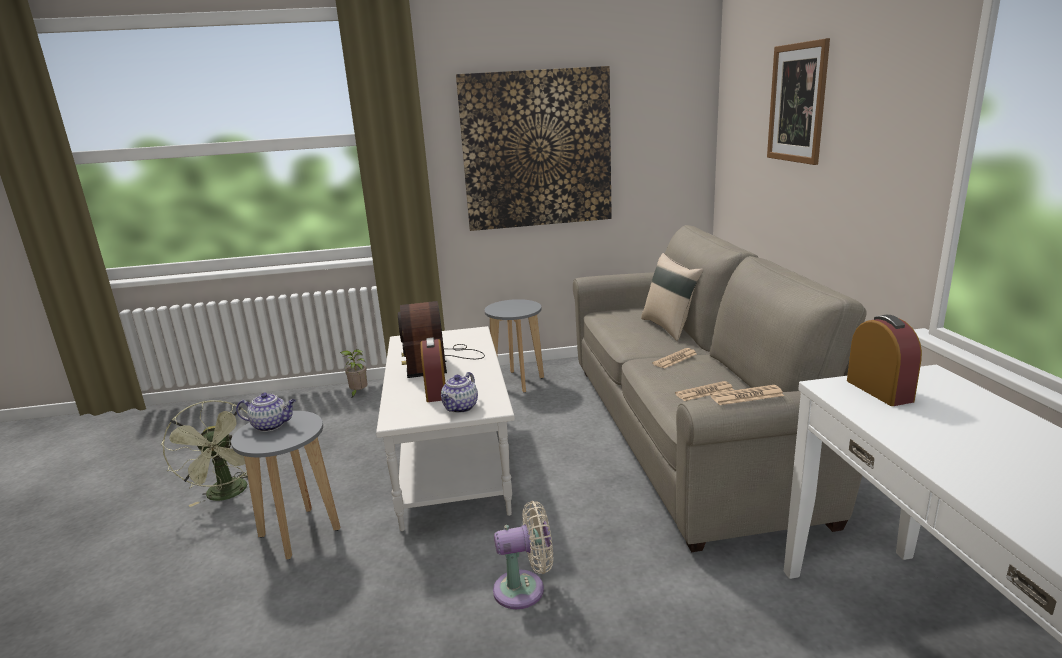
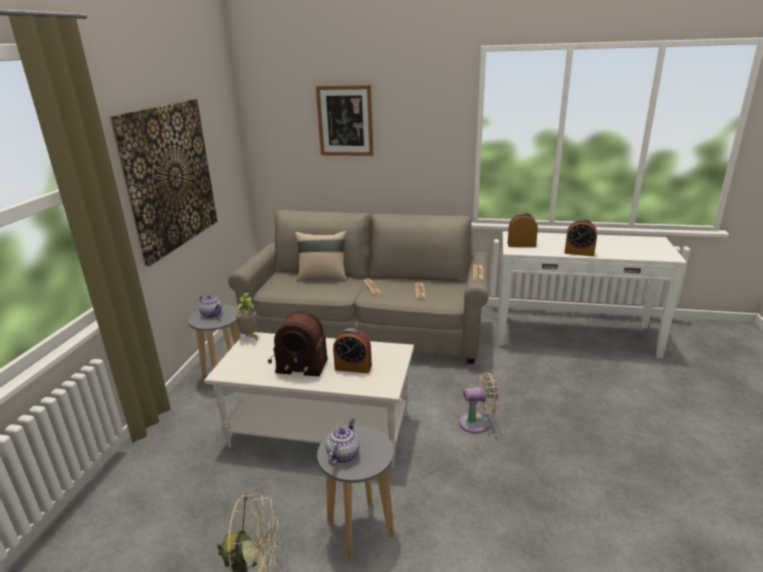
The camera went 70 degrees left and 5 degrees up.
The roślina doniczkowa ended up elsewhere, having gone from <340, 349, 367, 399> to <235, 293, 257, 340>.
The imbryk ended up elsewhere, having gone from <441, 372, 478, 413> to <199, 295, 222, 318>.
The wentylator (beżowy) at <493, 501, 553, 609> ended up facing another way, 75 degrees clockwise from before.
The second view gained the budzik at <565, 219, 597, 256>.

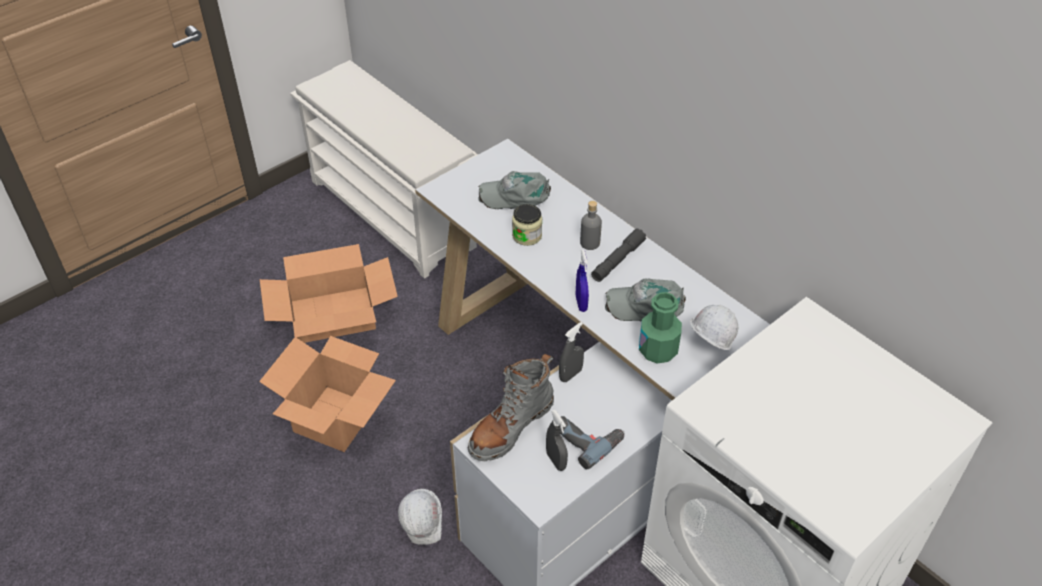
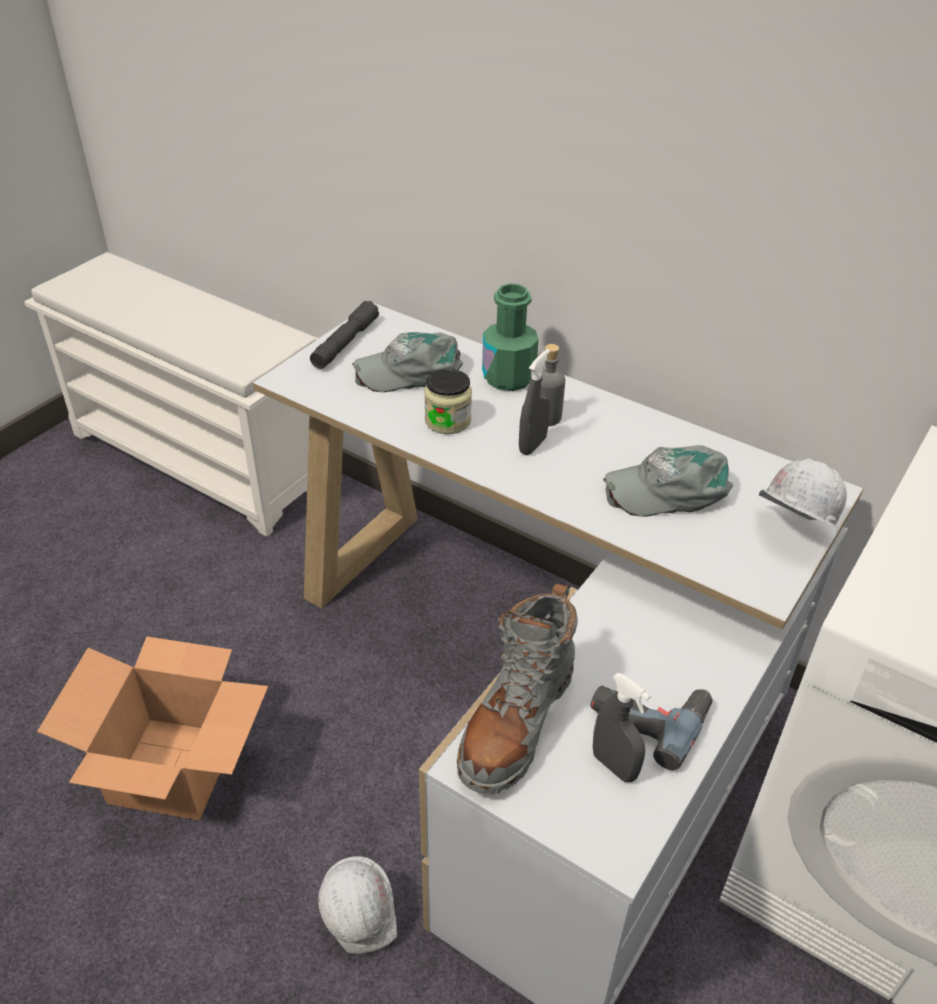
The camera went 15 degrees left and 5 degrees down.
The latarka (szary) ended up elsewhere, having gone from <591, 228, 646, 282> to <310, 301, 379, 369>.
The second view lost the karton at <260, 244, 398, 343>.
The second view lost the spryskiwacz (niebieski) at <576, 250, 589, 312>.
The butelka (zielony) ended up elsewhere, having gone from <639, 292, 682, 364> to <482, 283, 539, 391>.
The spryskiwacz (szary) ended up elsewhere, having gone from <559, 322, 584, 382> to <519, 349, 550, 455>.

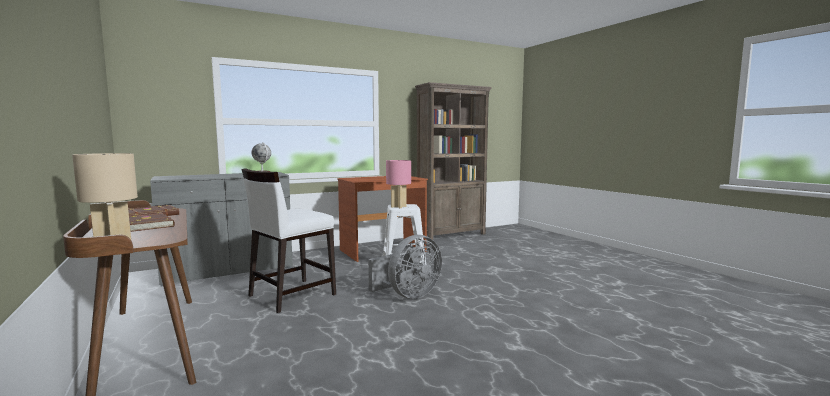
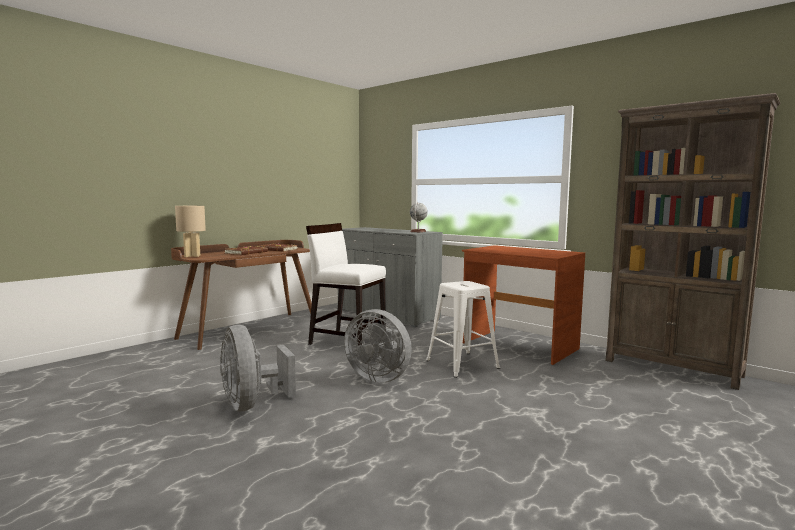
The camera went 70 degrees right and 0 degrees up.
The second view lost the lampa stołowa (różowy) at <386, 160, 411, 208>.
The second view gained the wentylator (szary) at <220, 325, 296, 411>.

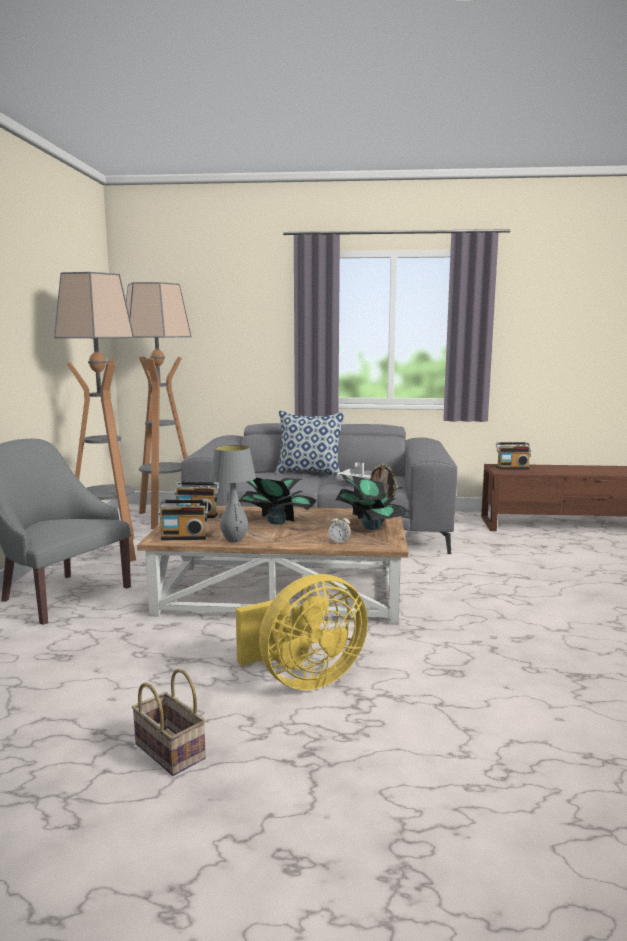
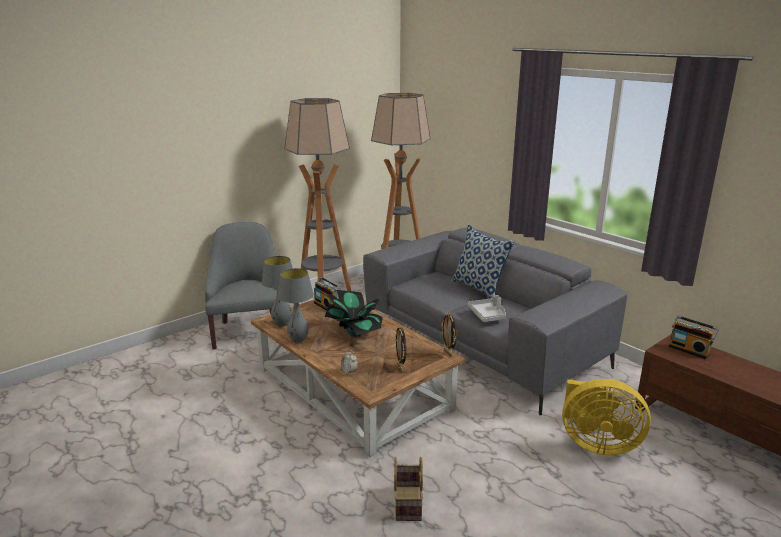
The camera went 45 degrees right and 10 degrees up.
Where the roślina doniczkowa stood at <335, 474, 407, 530>, the ramka na zdjęcie came to stand at <395, 326, 406, 372>.
Where the radio stood at <158, 500, 209, 540>, the lampa stołowa (szary) came to stand at <262, 256, 293, 327>.
The wentylator (żółty) ended up elsewhere, having gone from <236, 574, 368, 690> to <562, 379, 651, 455>.
The koszyk ended up elsewhere, having gone from <132, 668, 206, 776> to <394, 456, 423, 521>.

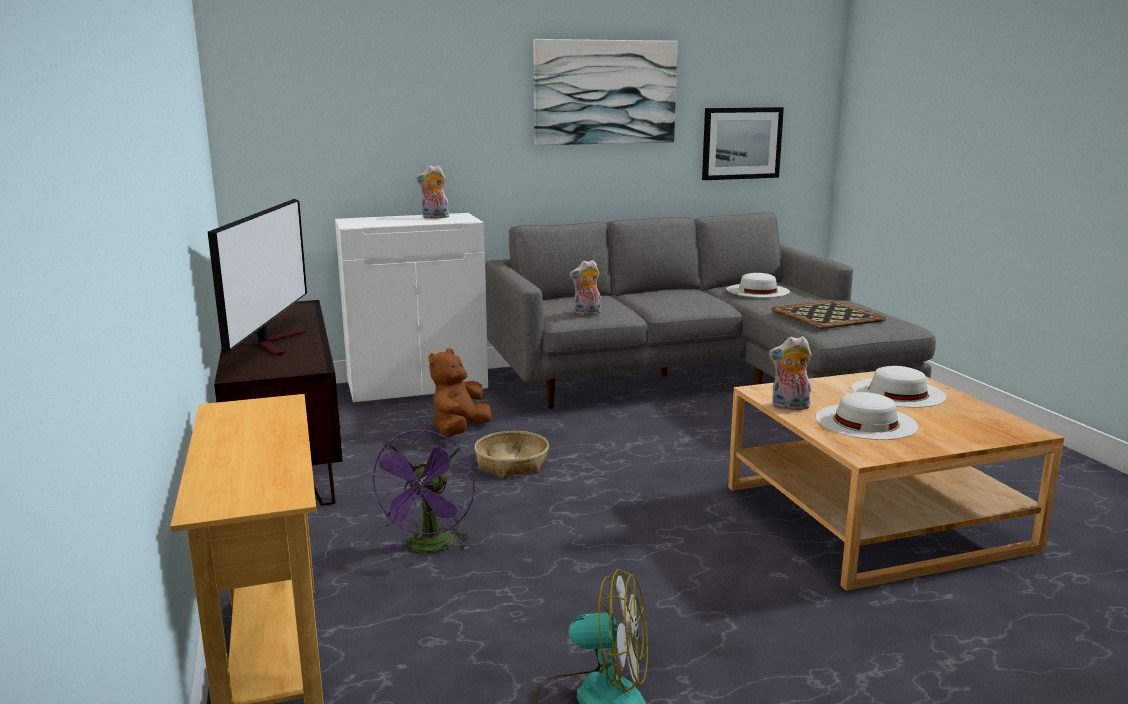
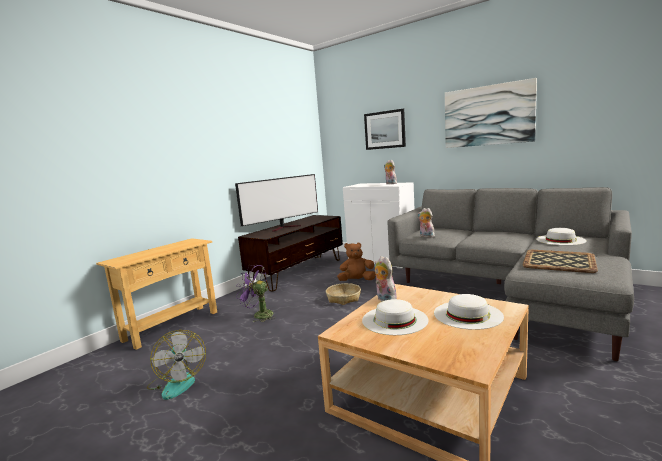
The camera went 55 degrees right and 5 degrees down.
The obraz ended up elsewhere, having gone from <702, 107, 784, 180> to <364, 109, 406, 150>.
The wentylator (fioletowy) at <368, 429, 475, 553> ended up facing another way, 45 degrees clockwise from before.

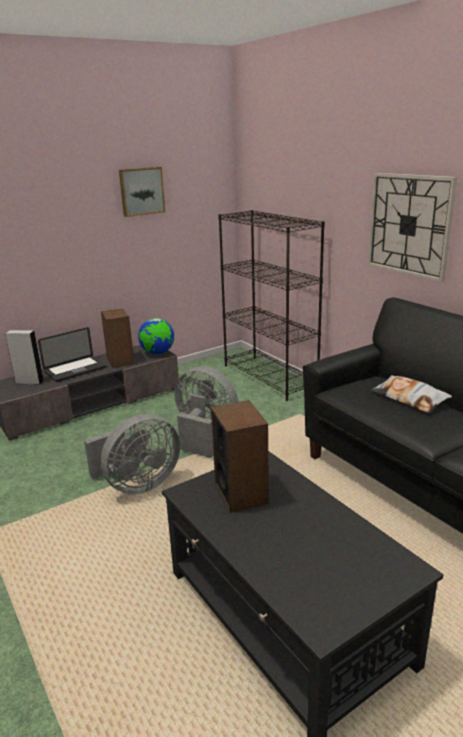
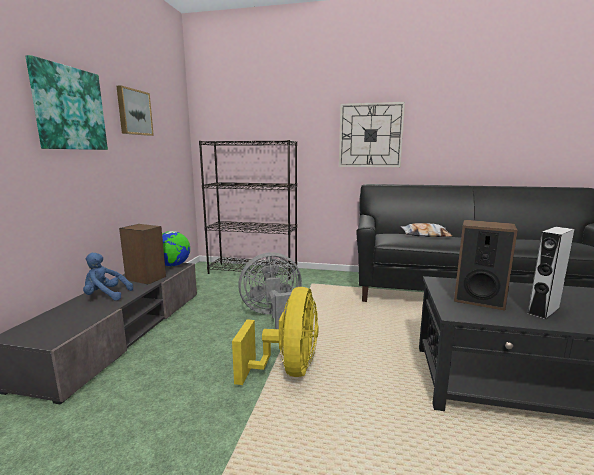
The camera went 45 degrees left and 10 degrees down.
Where the laptop stood at <38, 327, 106, 382>, the pluszak (niebieski) came to stand at <83, 253, 133, 301>.
The głośnik (szary) ended up elsewhere, having gone from <5, 330, 44, 385> to <527, 226, 574, 319>.
What was the wentylator (szary) at <84, 414, 180, 494> turned into the wentylator (żółty) at <232, 287, 319, 385>.
The second view gained the obraz at <26, 55, 108, 150>.

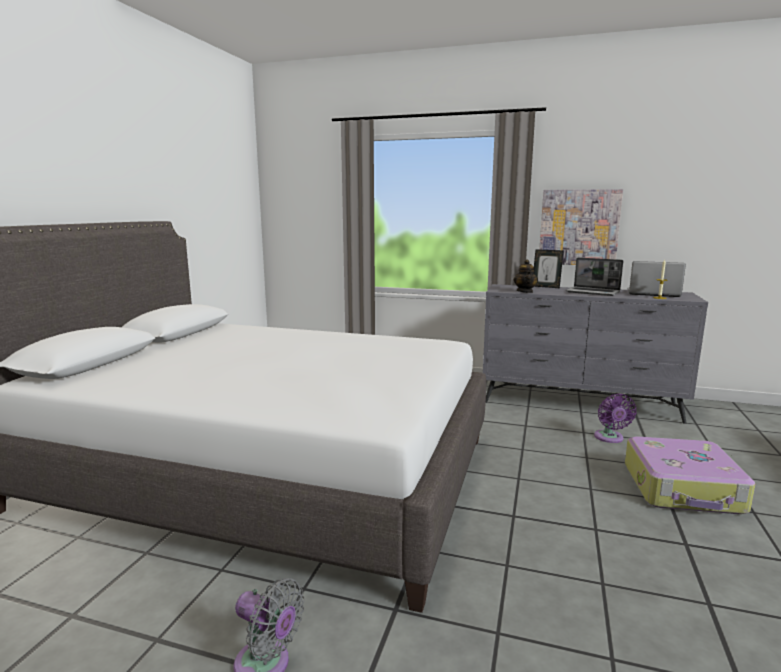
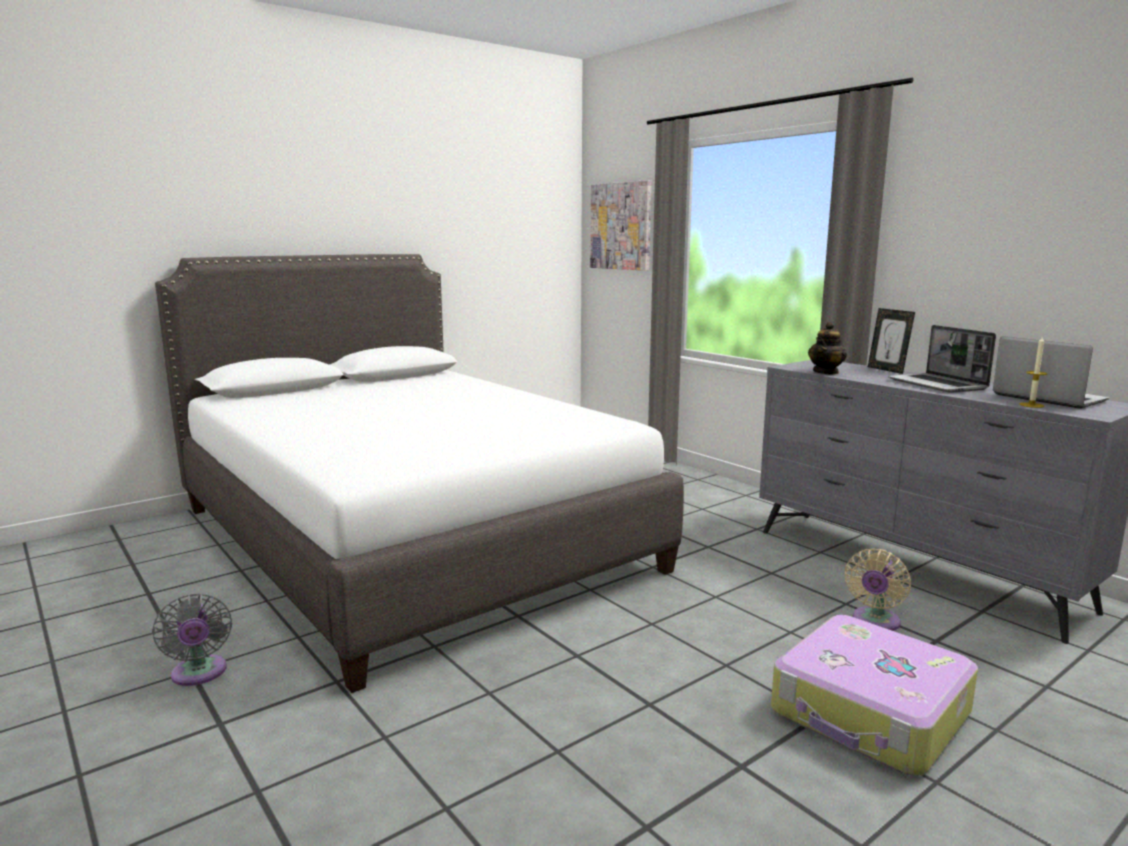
The camera went 35 degrees right and 0 degrees up.
The obraz ended up elsewhere, having gone from <539, 189, 623, 265> to <590, 180, 651, 271>.
What was the wentylator (fioletowy) at <594, 394, 637, 443> turned into the wentylator (beżowy) at <845, 549, 911, 631>.

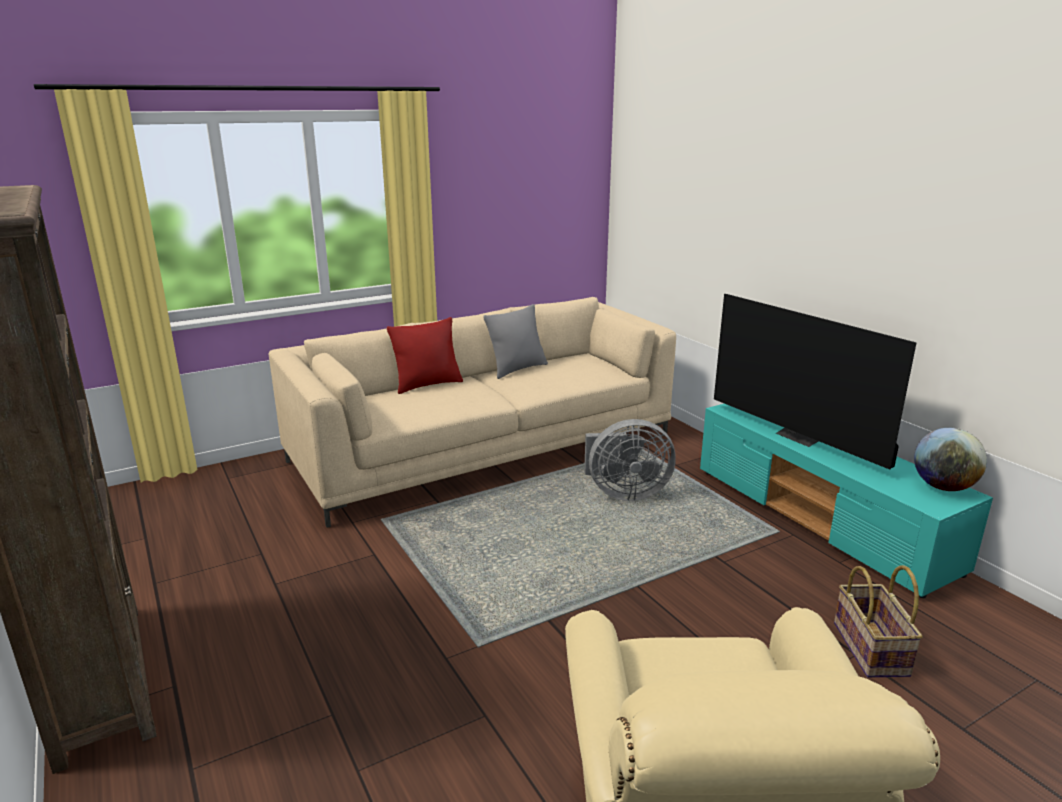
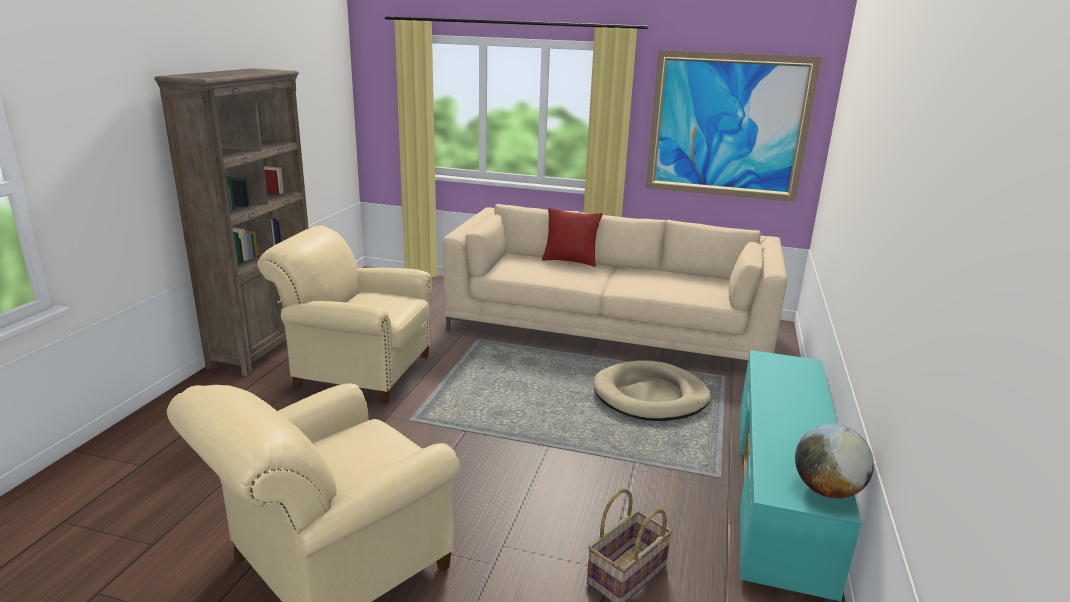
The camera went 45 degrees right and 0 degrees up.
The second view lost the telewizor at <714, 294, 917, 470>.
The second view lost the poduszka (szary) at <483, 304, 548, 379>.
Where the wentylator (szary) stood at <584, 419, 676, 501>, the legowisko (beżowy) came to stand at <594, 360, 711, 421>.
The second view gained the obraz at <646, 50, 821, 202>.
The second view gained the fotel (beżowy) at <258, 225, 432, 404>.

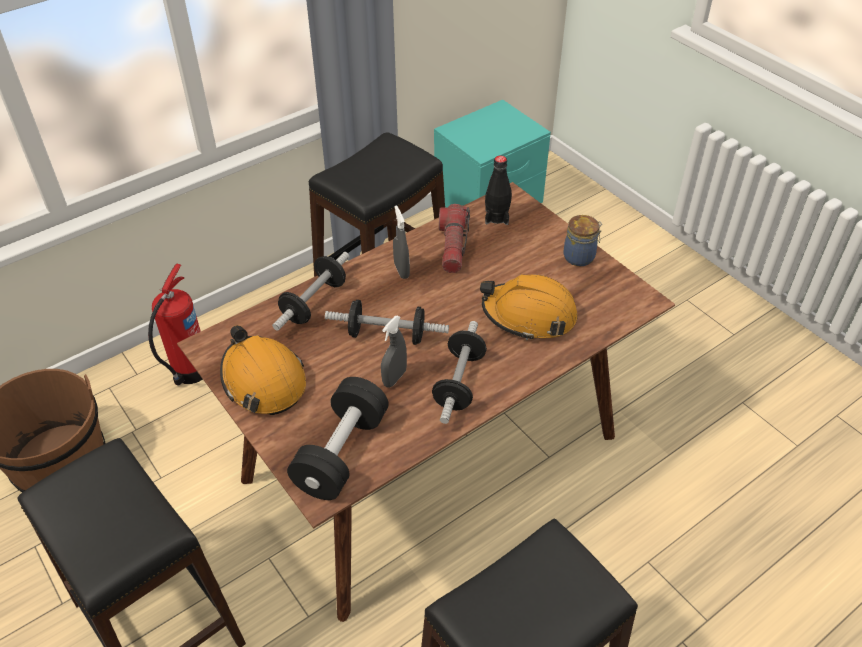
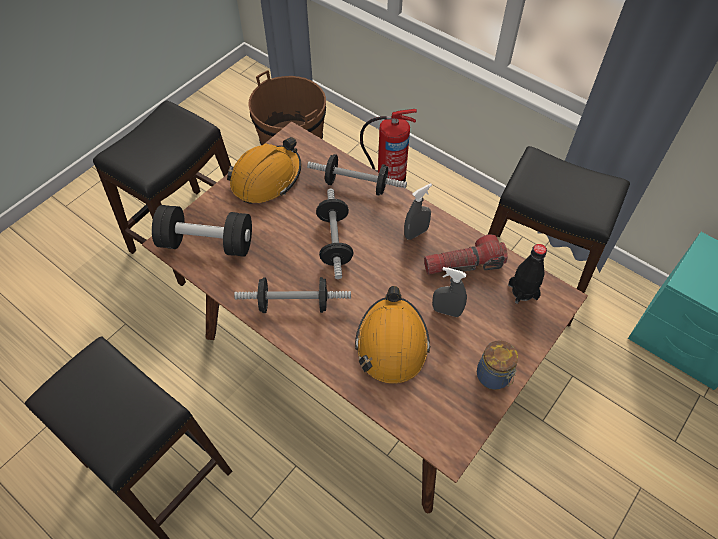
The camera went 75 degrees right and 10 degrees up.
The spryskiwacz (szary) ended up elsewhere, having gone from <381, 316, 407, 388> to <432, 267, 467, 317>.

